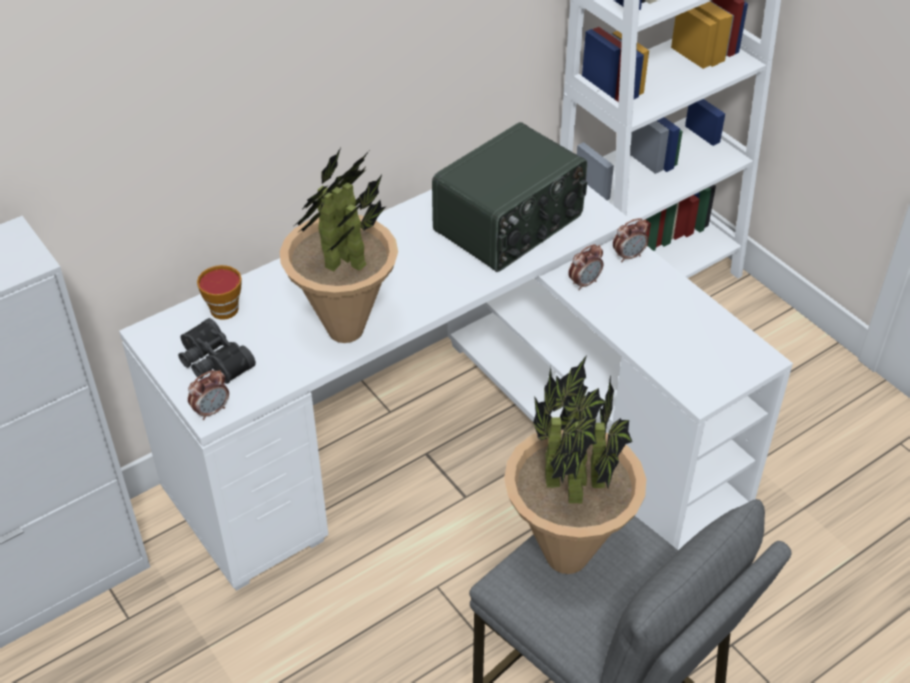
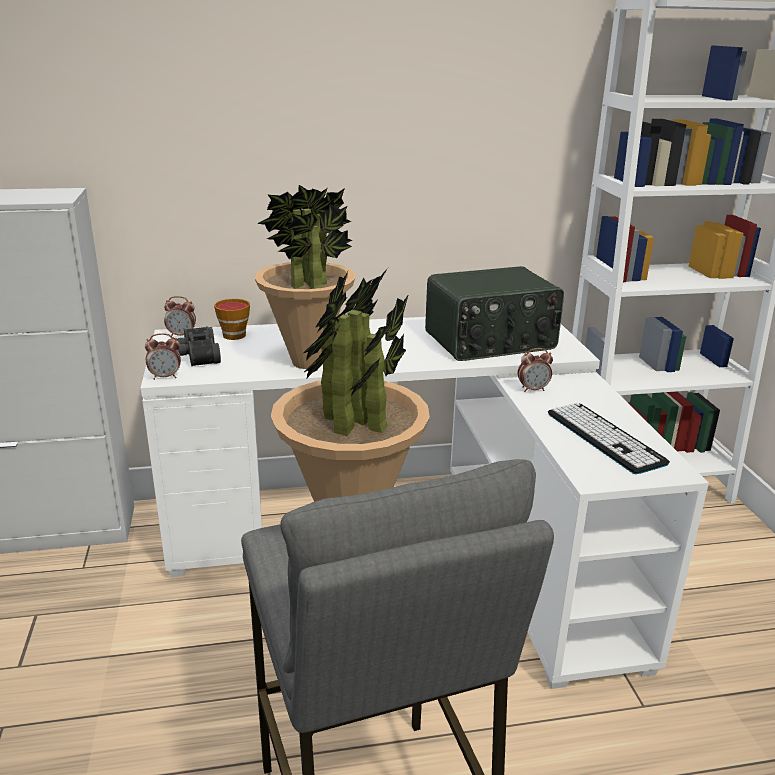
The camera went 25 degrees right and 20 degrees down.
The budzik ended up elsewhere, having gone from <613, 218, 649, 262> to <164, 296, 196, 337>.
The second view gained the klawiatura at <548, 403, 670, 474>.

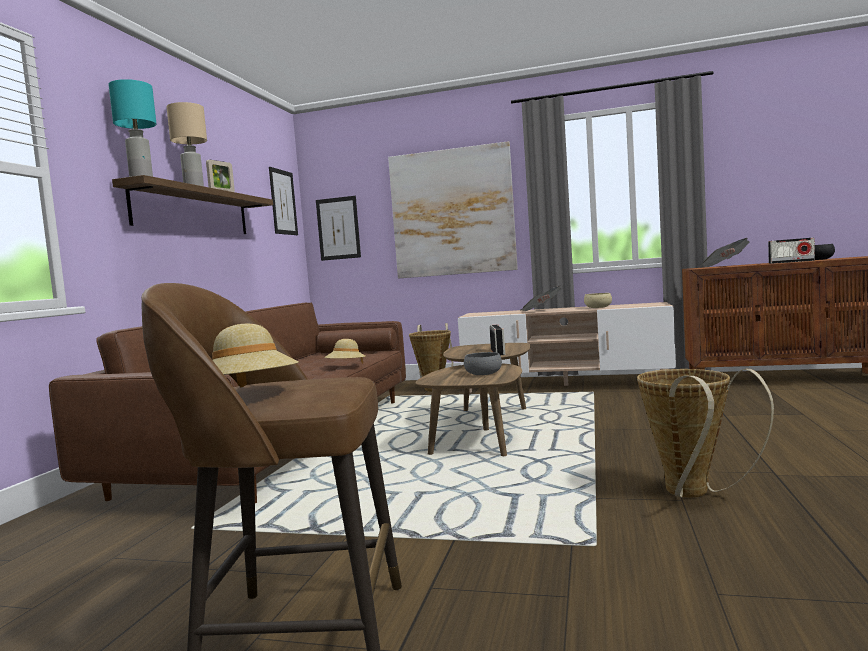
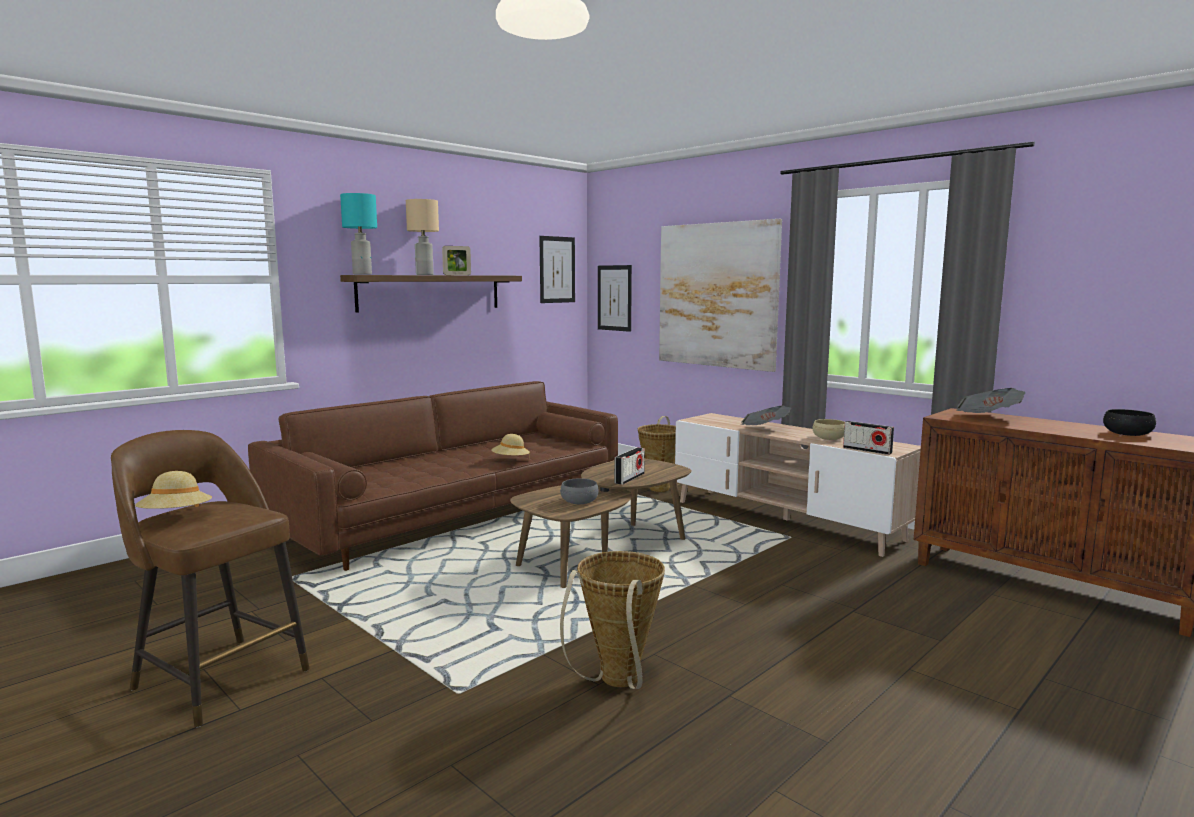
The camera went 30 degrees right and 5 degrees up.
The radio ended up elsewhere, having gone from <768, 238, 815, 264> to <843, 421, 894, 455>.

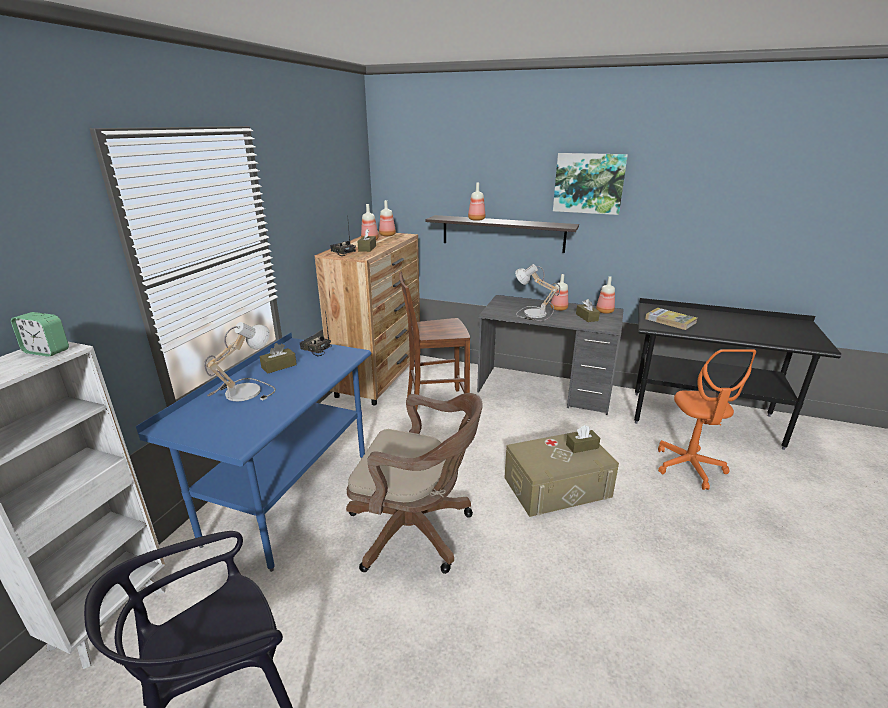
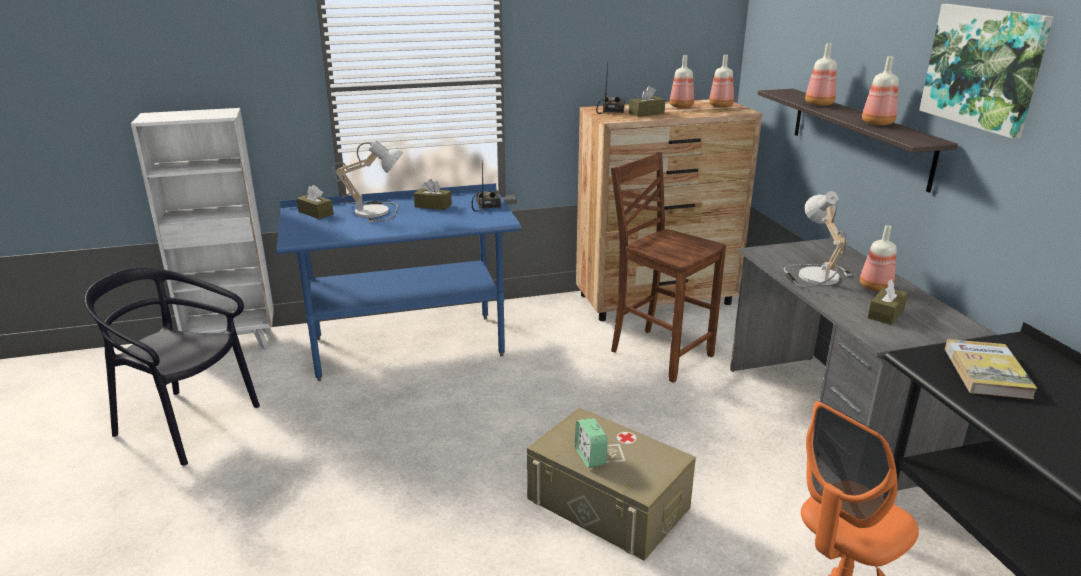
The camera went 55 degrees right and 0 degrees up.
The butelka ended up elsewhere, having gone from <596, 276, 615, 314> to <862, 56, 899, 126>.
The budzik ended up elsewhere, having gone from <11, 312, 69, 357> to <575, 418, 608, 468>.
The second view lost the krzesło biurowe (brązowy) at <346, 393, 483, 574>.
The pudełko chusteczek (brązowy) ended up elsewhere, having gone from <566, 425, 600, 453> to <296, 185, 333, 219>.

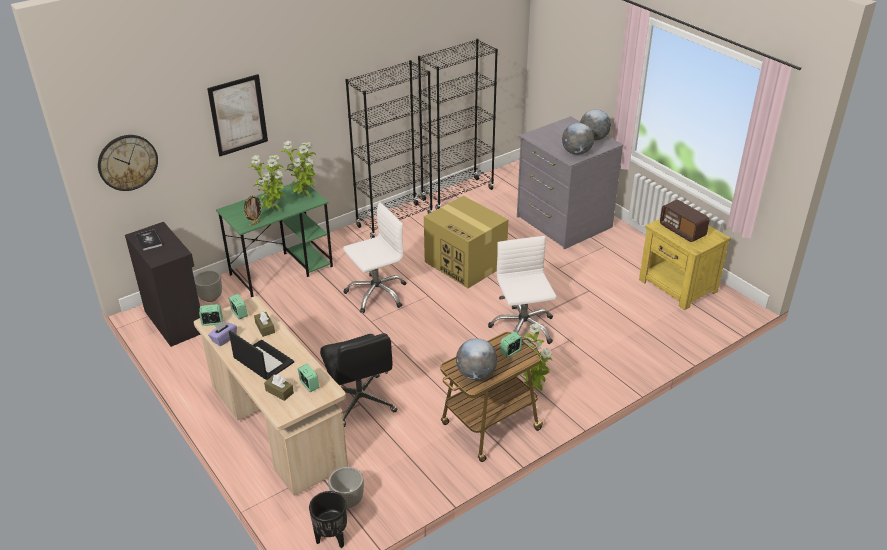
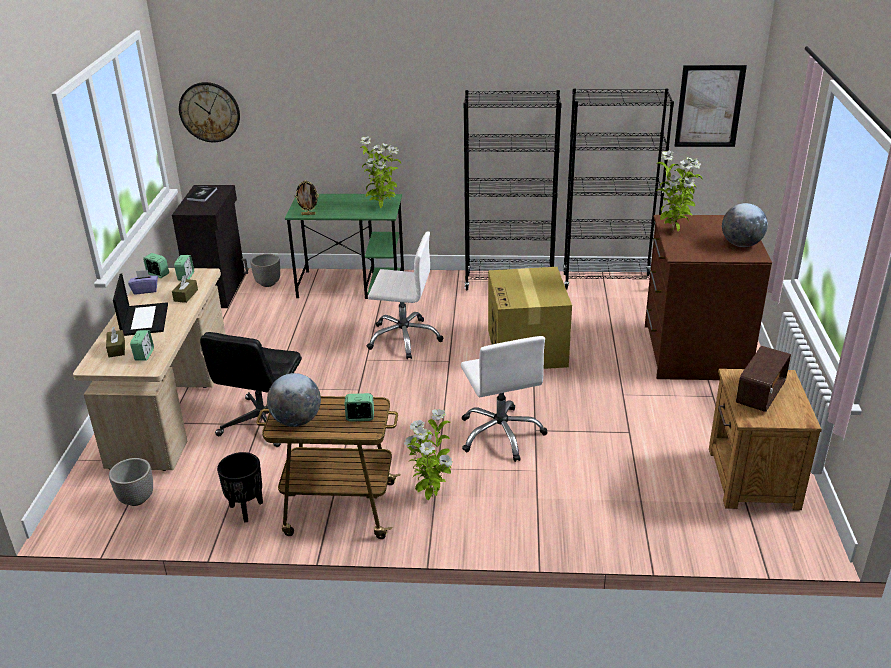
The camera went 40 degrees right and 5 degrees down.
The obraz ended up elsewhere, having gone from <207, 74, 268, 156> to <674, 65, 747, 147>.
What was the komoda (szary) at <517, 116, 623, 249> turned into the komoda (brązowy) at <645, 215, 772, 380>.
The second view lost the globus at <562, 123, 594, 155>.
The roślina doniczkowa ended up elsewhere, having gone from <248, 155, 284, 211> to <656, 151, 702, 232>.
The radio at <660, 200, 710, 242> ended up facing another way, 150 degrees counterclockwise from before.
What was the szafka nocna (żółty) at <639, 219, 731, 310> turned into the szafka nocna (brązowy) at <709, 369, 822, 510>.
The krzesło biurowe (biały) at <488, 236, 557, 344> ended up facing another way, 135 degrees clockwise from before.
The donica (czarny) ended up elsewhere, having gone from <309, 491, 347, 548> to <217, 452, 263, 523>.

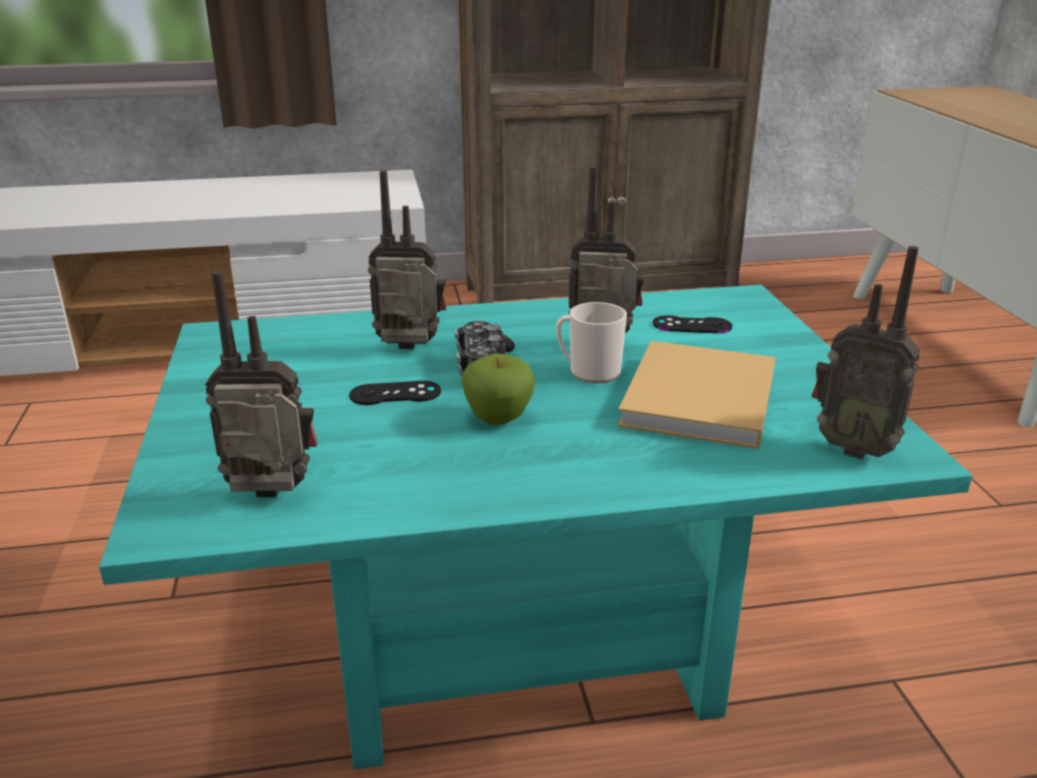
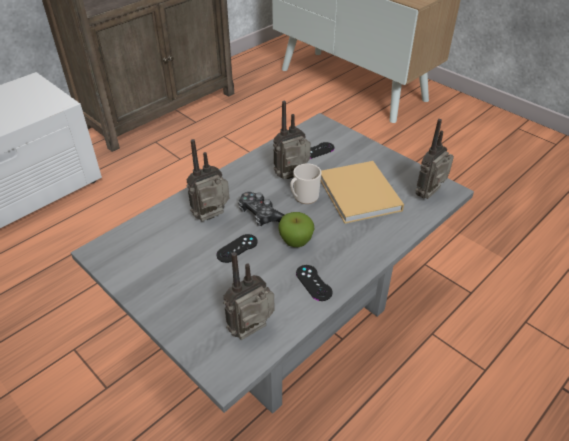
The camera went 35 degrees left and 15 degrees up.
The radio at <812, 246, 920, 459> ended up facing another way, 135 degrees clockwise from before.
What was the ława (turkusowy) at <99, 285, 972, 770> turned into the ława (szary) at <71, 113, 474, 414>.
The second view gained the pad do gier (czarny) at <296, 265, 333, 301>.

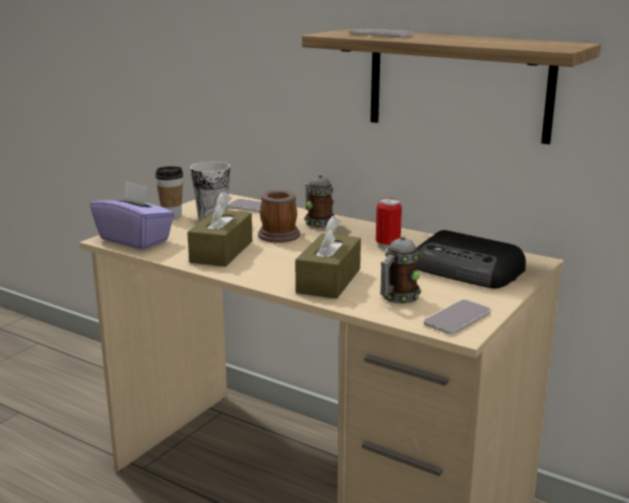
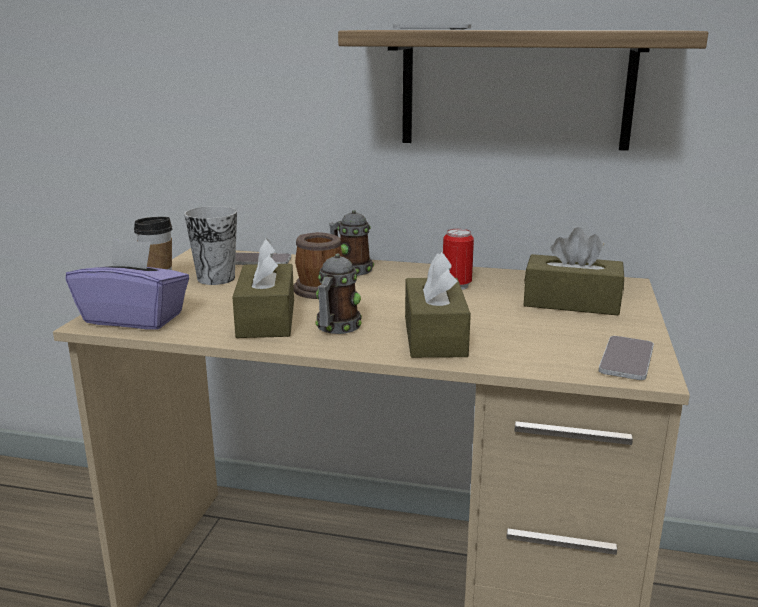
The camera went 20 degrees left and 0 degrees up.
Where the radio stood at <416, 230, 526, 288>, the pudełko chusteczek (brązowy) came to stand at <524, 227, 624, 315>.
The kubek ended up elsewhere, having gone from <380, 236, 421, 304> to <315, 254, 362, 334>.

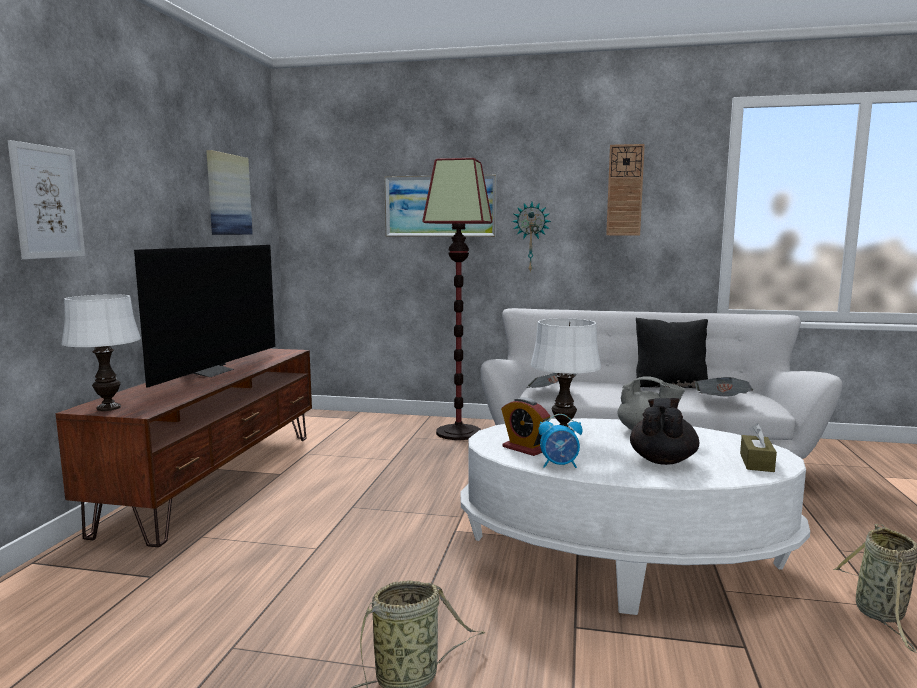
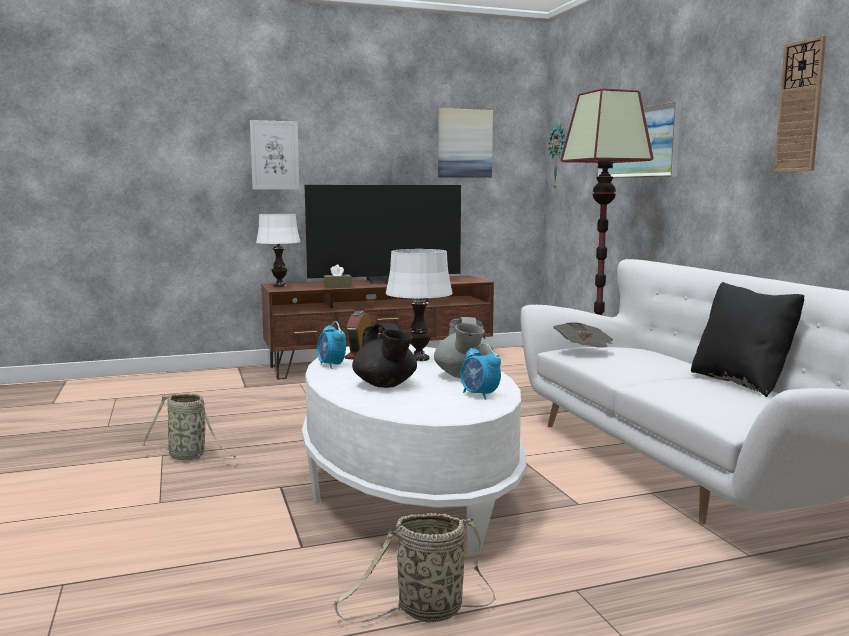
The camera went 60 degrees right and 0 degrees up.
The zegar ścienny ended up elsewhere, having gone from <512, 202, 551, 273> to <548, 124, 565, 188>.
The second view lost the gazeta at <694, 377, 753, 396>.
The imbryk (czarny) at <630, 398, 699, 465> ended up facing another way, 75 degrees clockwise from before.
The pudełko chusteczek (brązowy) ended up elsewhere, having gone from <740, 423, 777, 472> to <324, 264, 352, 288>.
The second view gained the budzik at <460, 343, 501, 400>.

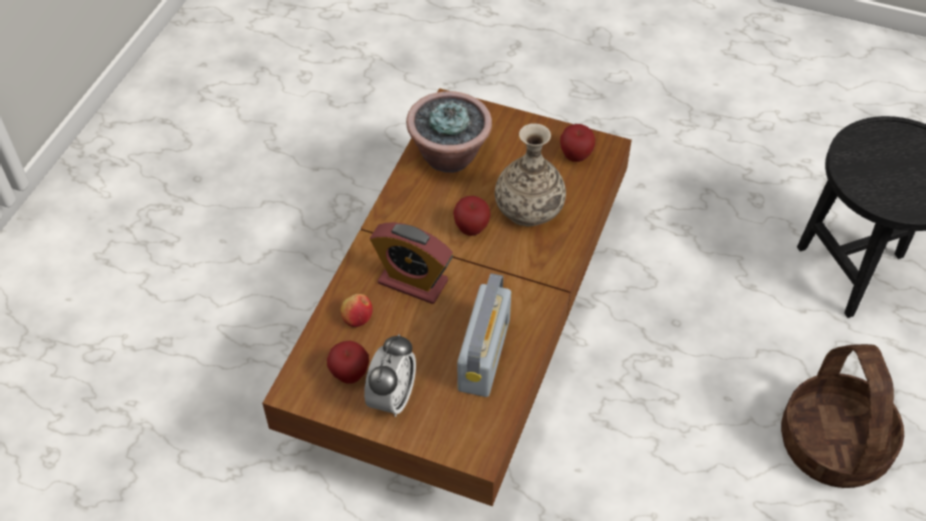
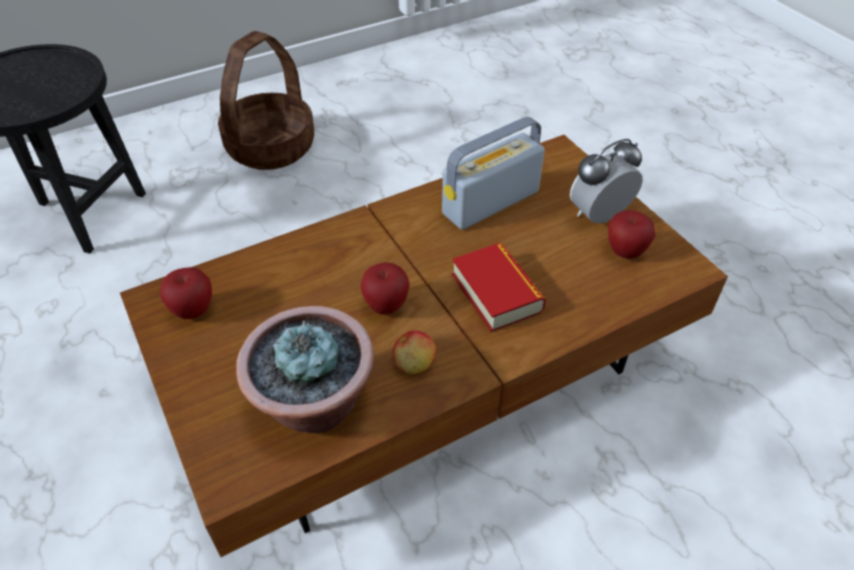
The camera went 140 degrees left and 5 degrees down.
The second view lost the wazon at <495, 123, 566, 226>.
Where the budzik stood at <370, 222, 453, 304>, the książka came to stand at <452, 243, 546, 332>.
The jabłko ended up elsewhere, having gone from <341, 294, 373, 327> to <392, 330, 436, 374>.

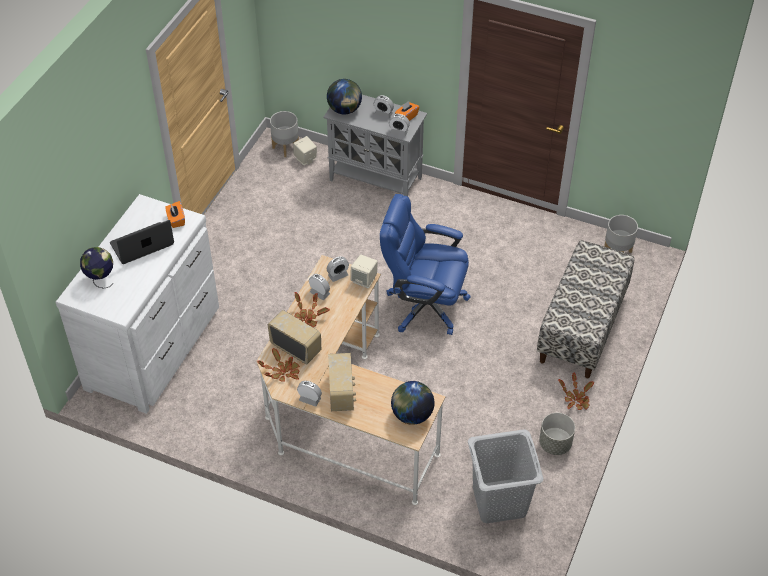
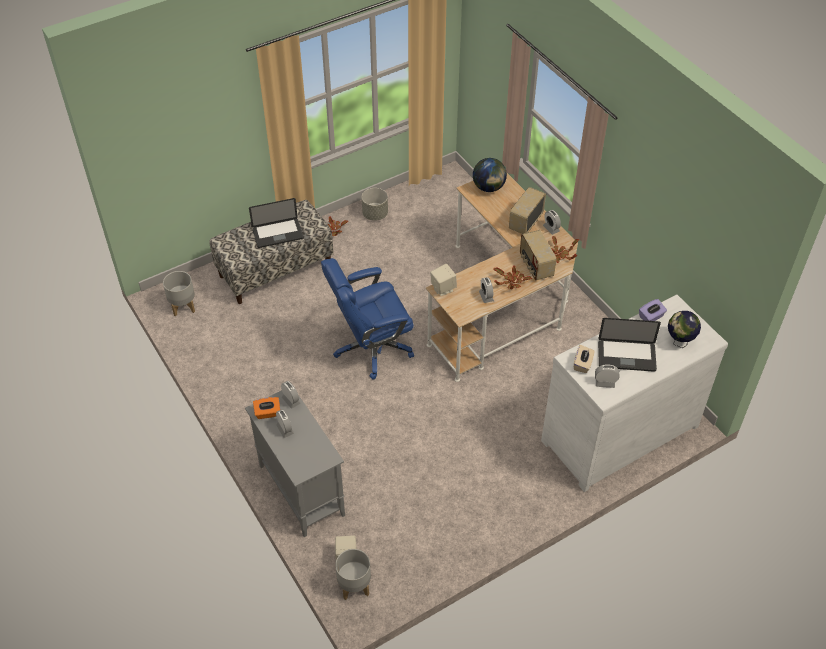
The camera went 145 degrees left and 0 degrees up.
The second view lost the globus at <327, 79, 362, 115>.
The krzesło biurowe (niebieski) at <380, 194, 471, 335> ended up facing another way, 105 degrees clockwise from before.
What was the pudełko chusteczek (pomarańczowy) at <166, 201, 185, 228> turned into the pudełko chusteczek (beżowy) at <574, 345, 594, 373>.
The budzik ended up elsewhere, having gone from <327, 256, 349, 282> to <595, 364, 619, 388>.
The second view lost the kosz na pranie (szary) at <468, 429, 544, 523>.
The second view gained the laptop at <249, 198, 304, 248>.
The second view gained the pudełko chusteczek (fioletowy) at <639, 299, 667, 321>.

